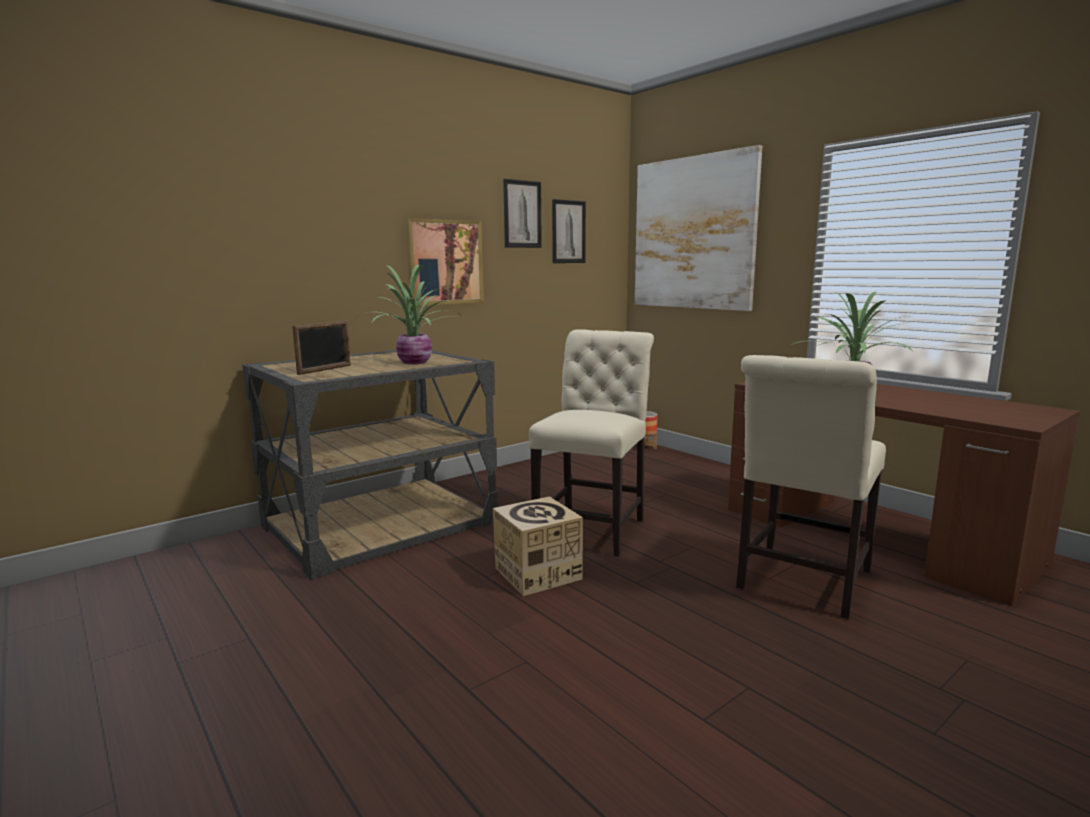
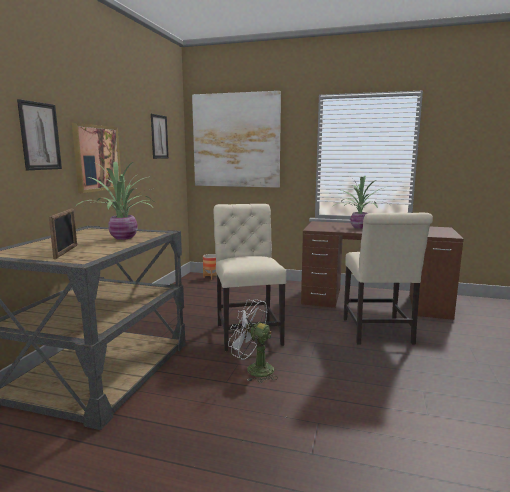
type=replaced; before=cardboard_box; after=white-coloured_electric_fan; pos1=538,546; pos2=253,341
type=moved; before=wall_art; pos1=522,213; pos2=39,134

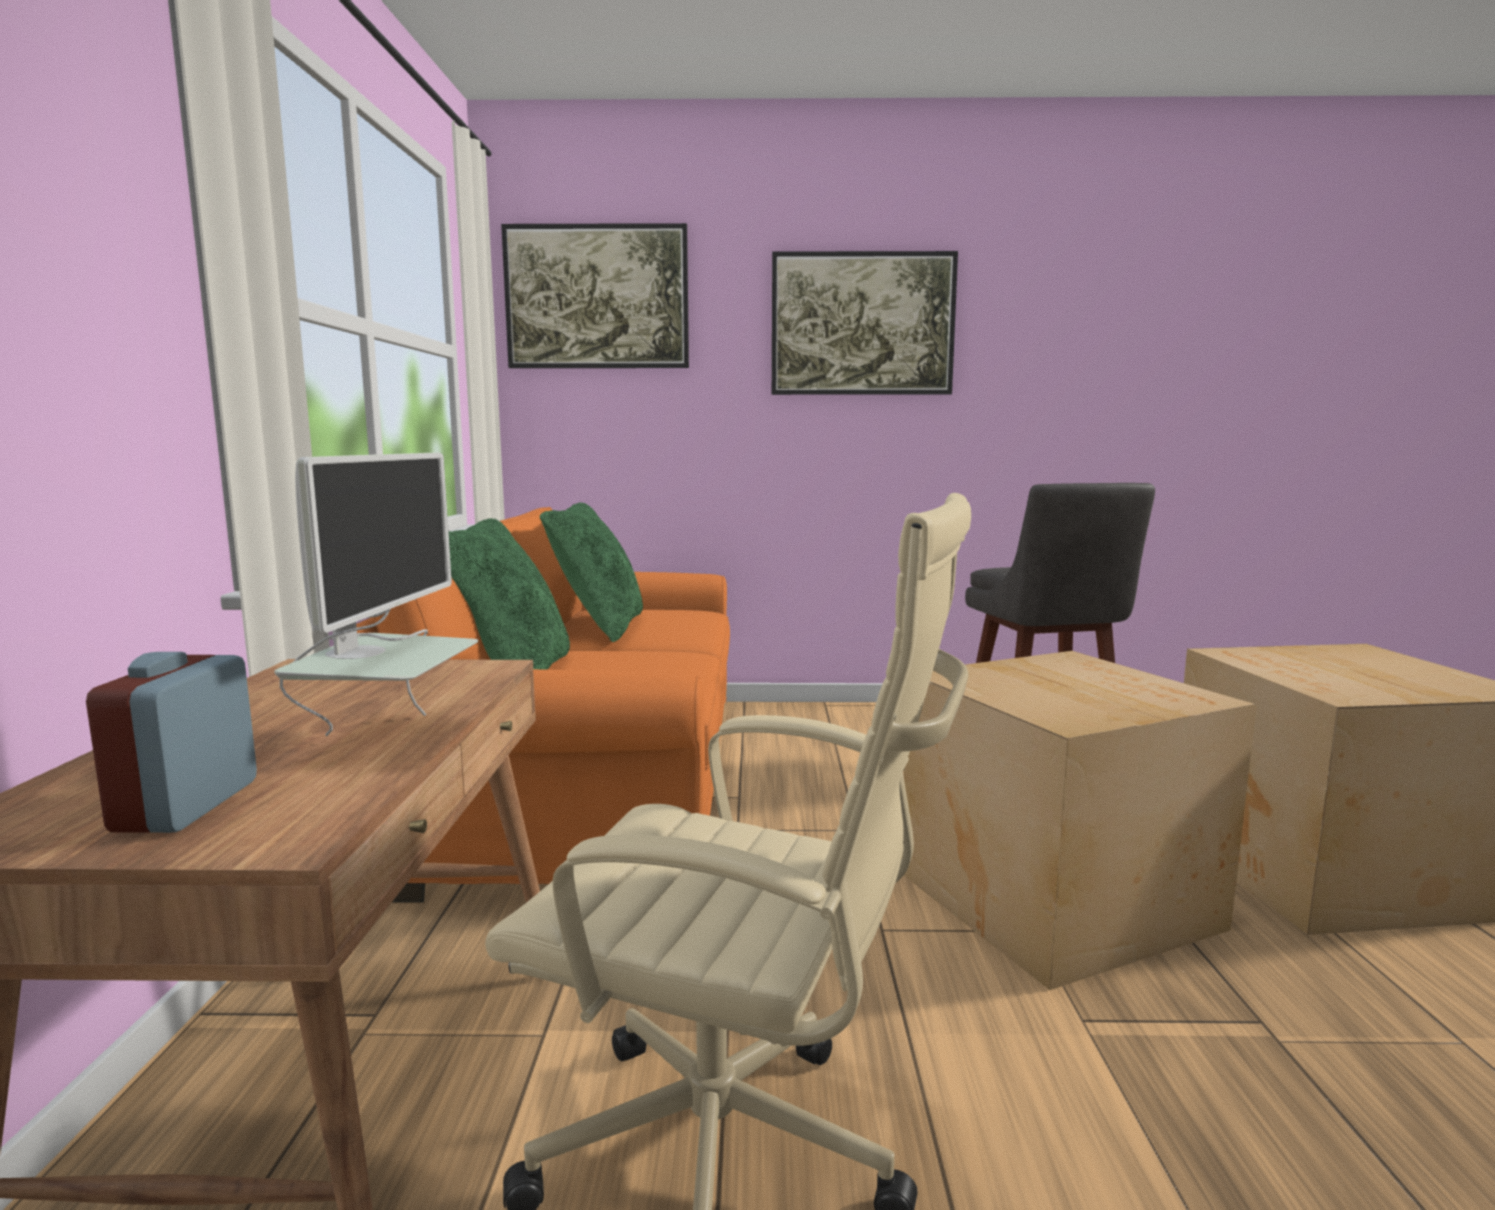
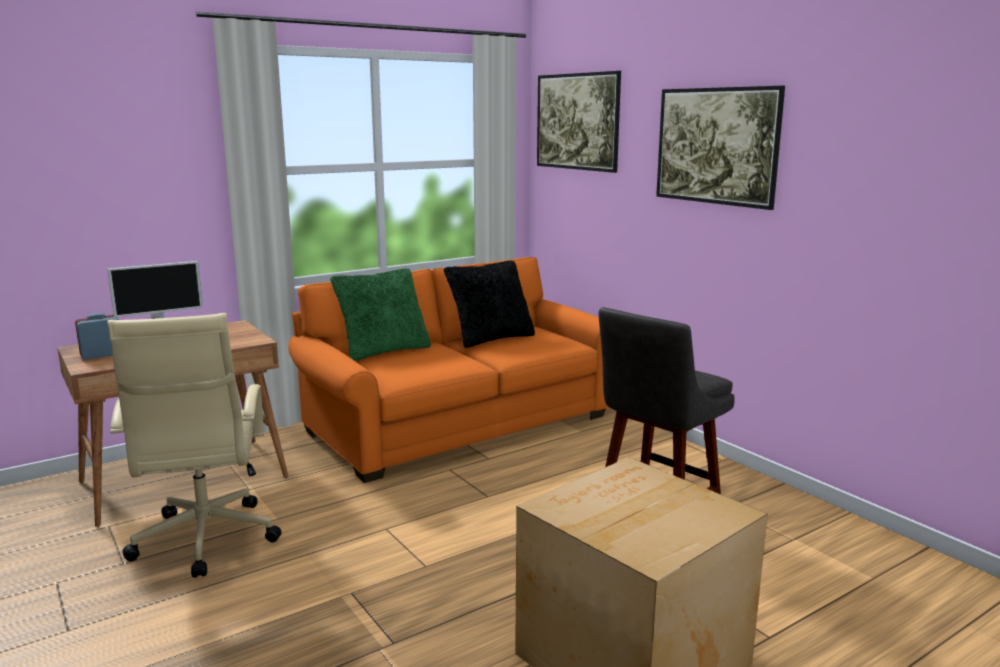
type=recoloured; before=green_pillow; after=black-coloured_pillow; pos1=591,572; pos2=489,304
type=removed; before=cardboard_box; pos1=1079,820

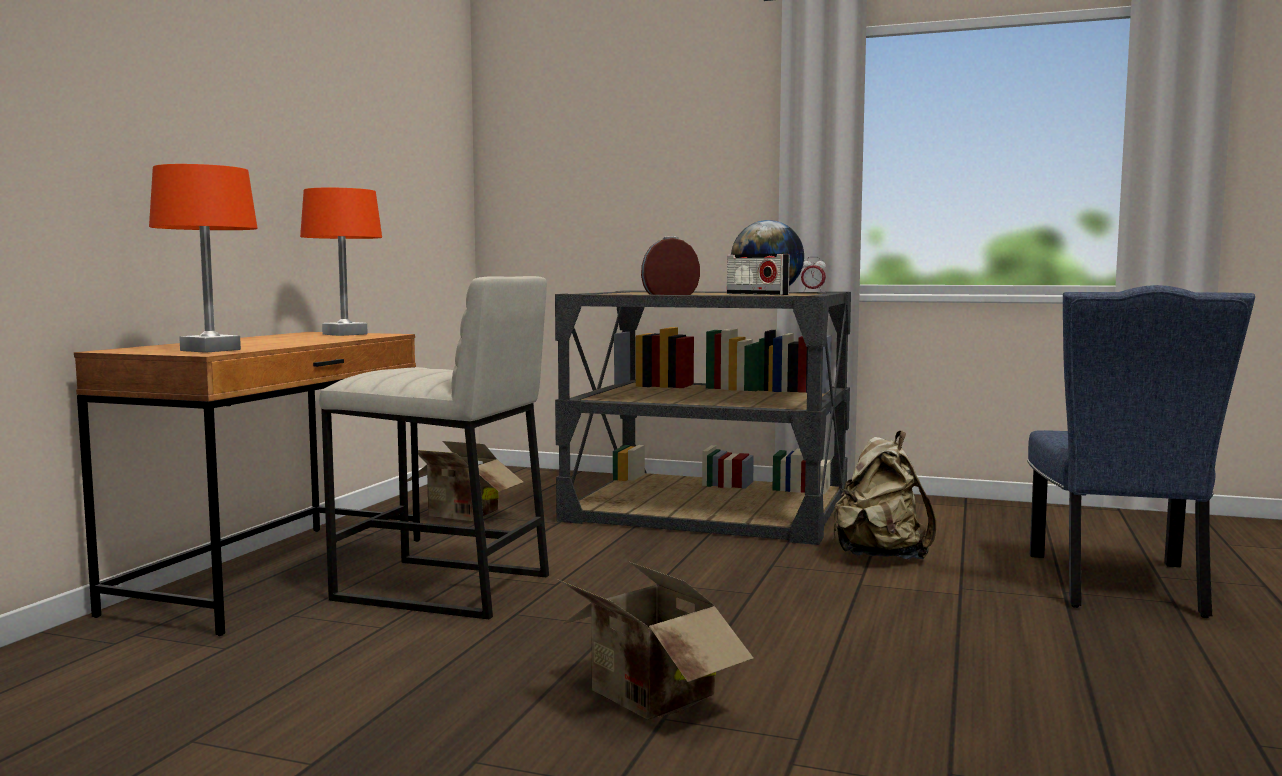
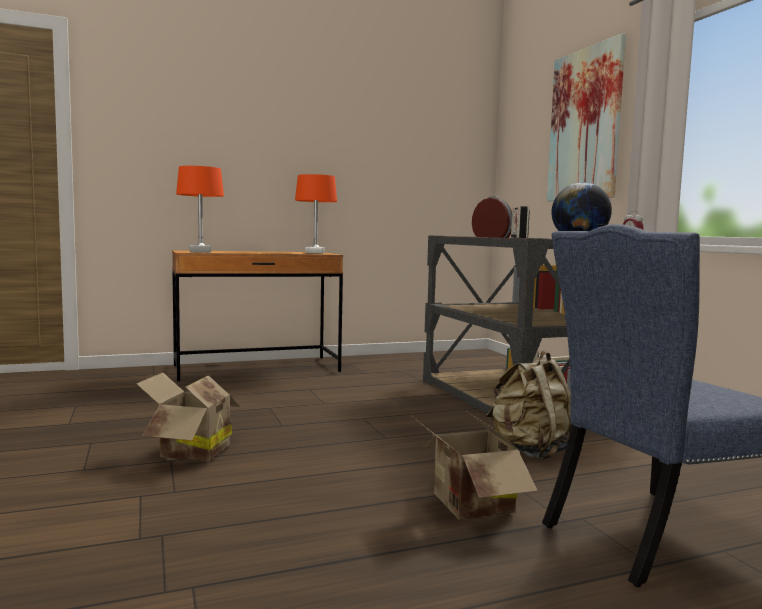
type=removed; before=sand-coloured_stool_seat; pos1=434,447
type=moved; before=cardboard_box; pos1=465,481; pos2=475,466
type=added; after=wall_art; pos2=586,117

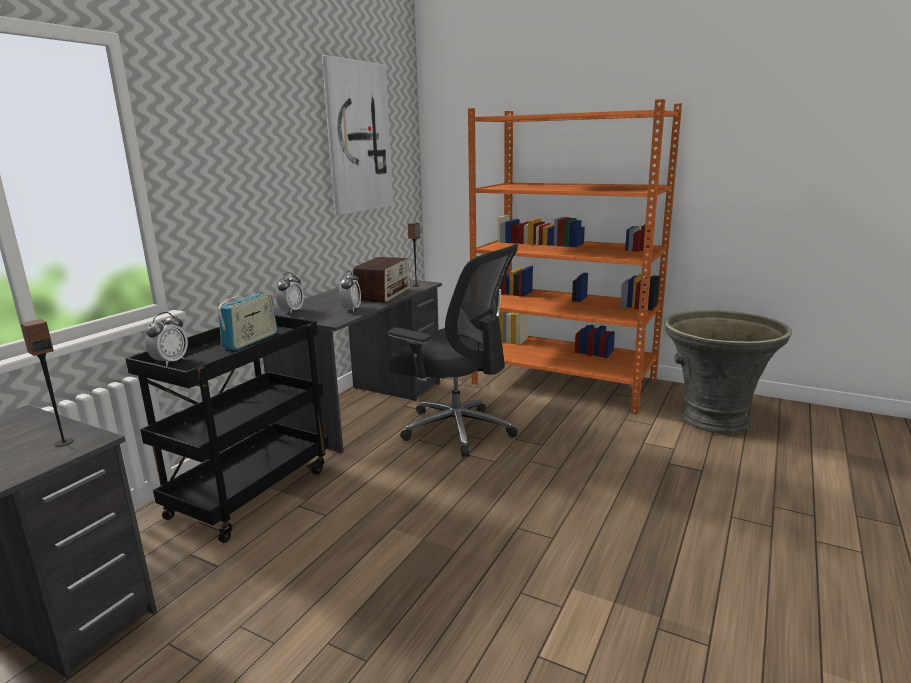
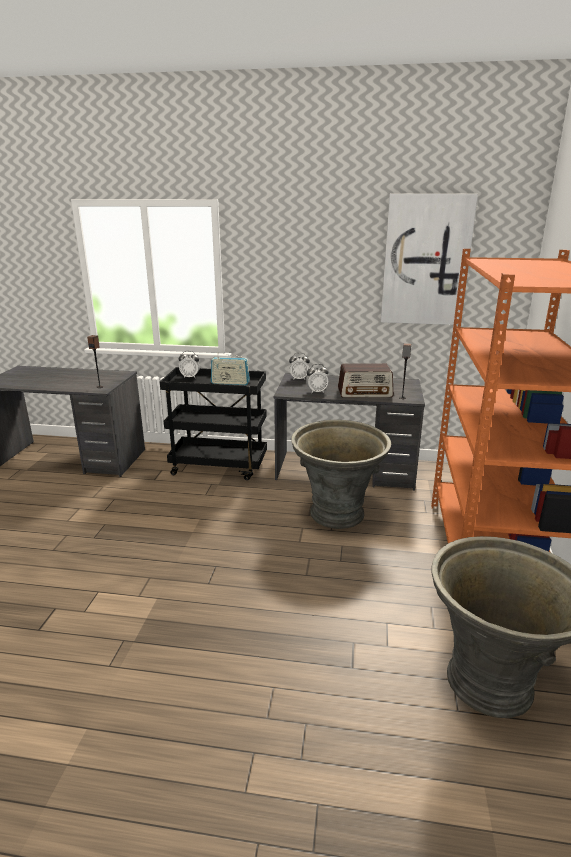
type=replaced; before=computer_chair; after=gray_planter; pos1=453,350; pos2=341,474

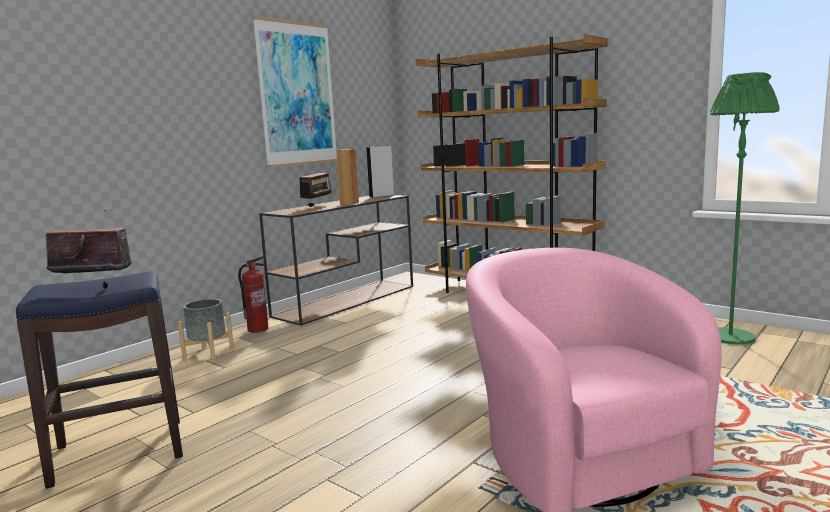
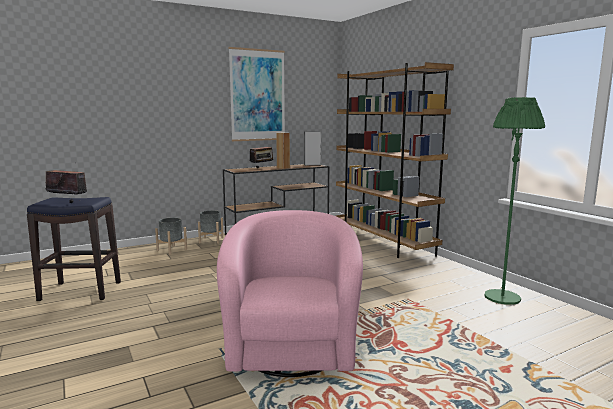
type=replaced; before=fire-fighting_cylinder; after=gray_planter; pos1=253,294; pos2=211,227

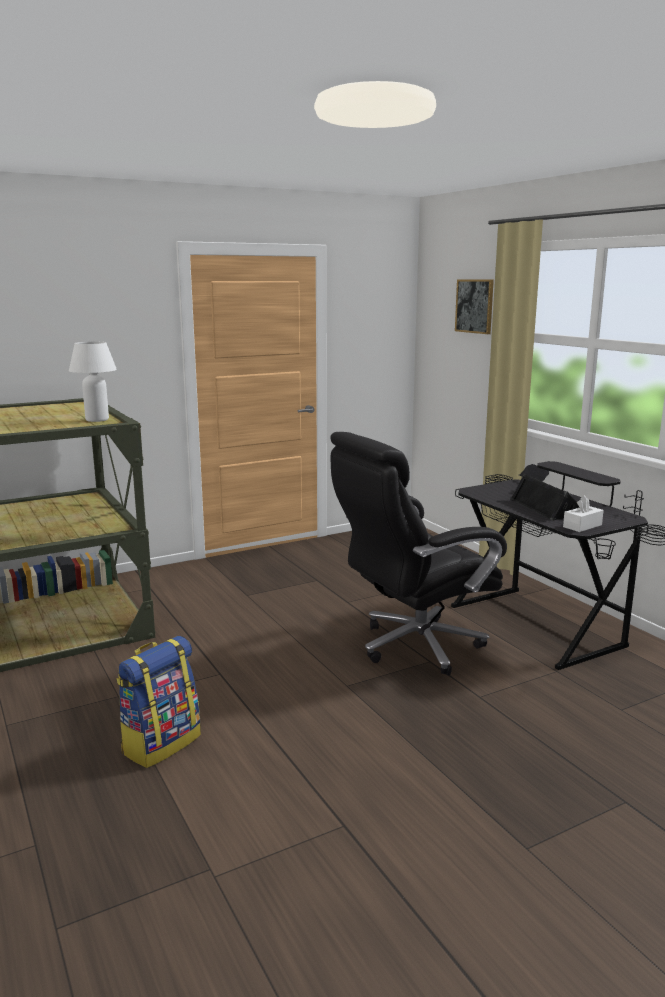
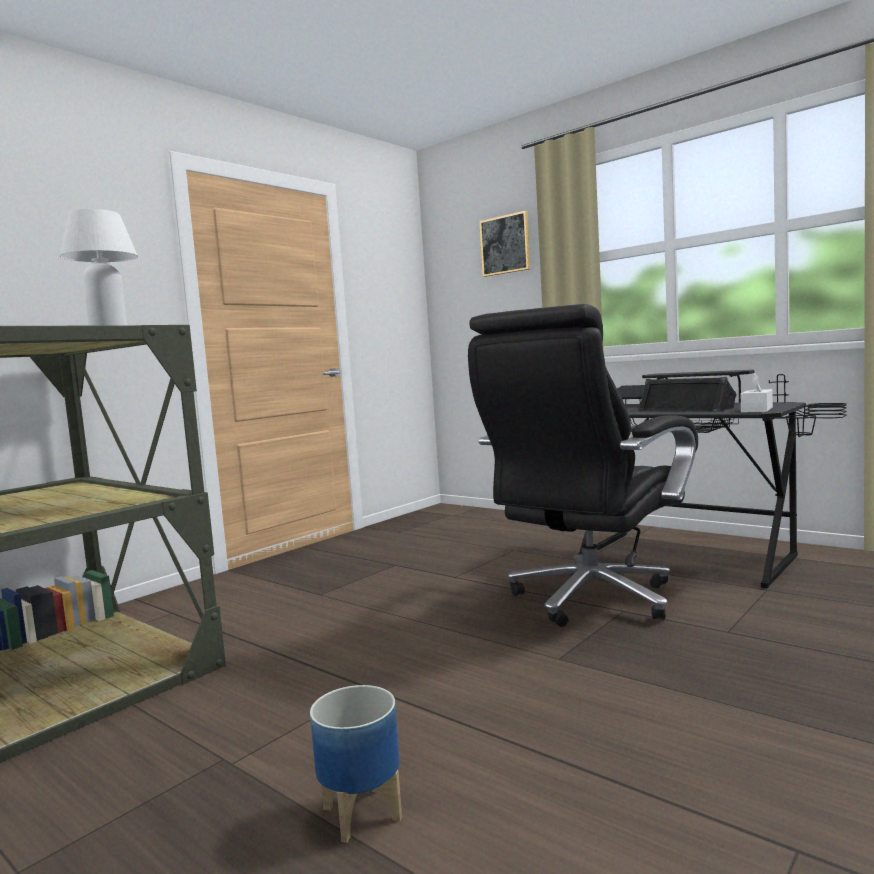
type=replaced; before=rucksack; after=planter; pos1=158,702; pos2=356,764

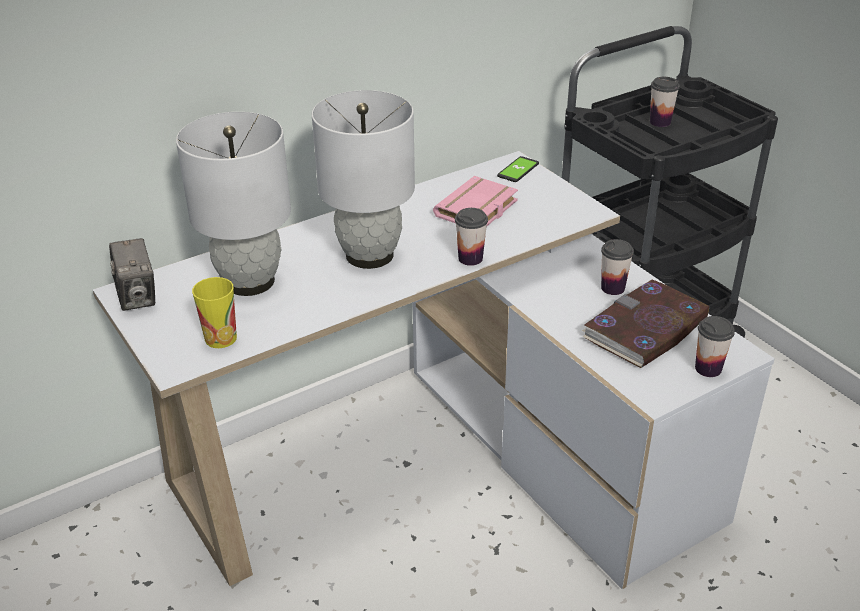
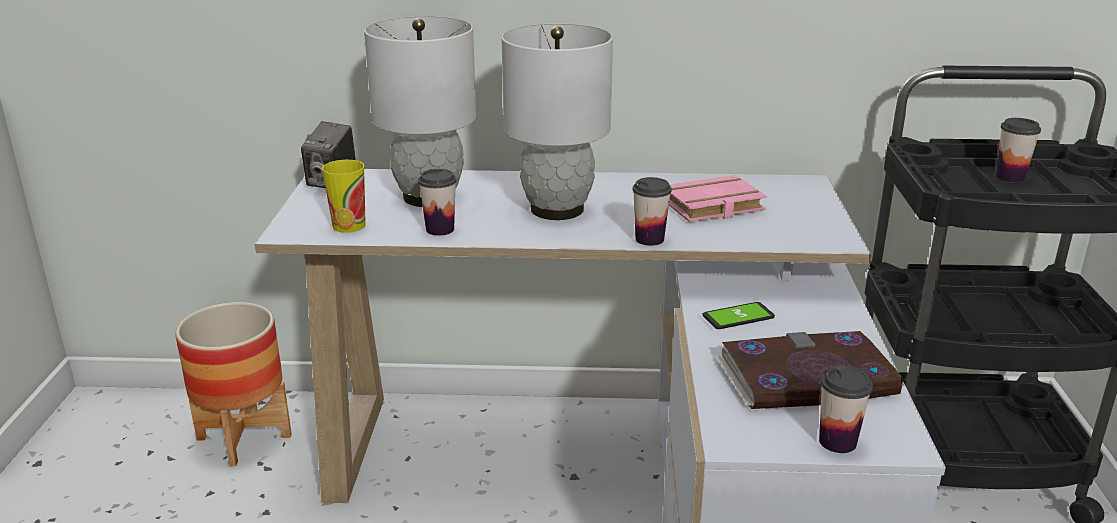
type=moved; before=phone; pos1=518,169; pos2=738,315
type=moved; before=small_cup; pos1=617,267; pos2=437,202
type=added; after=planter; pos2=233,384

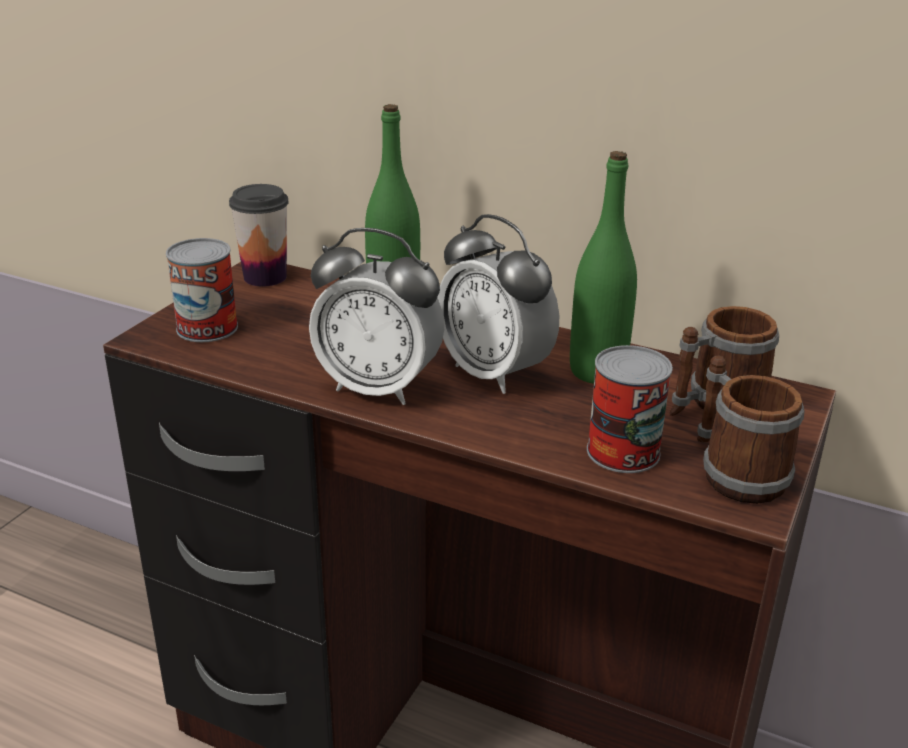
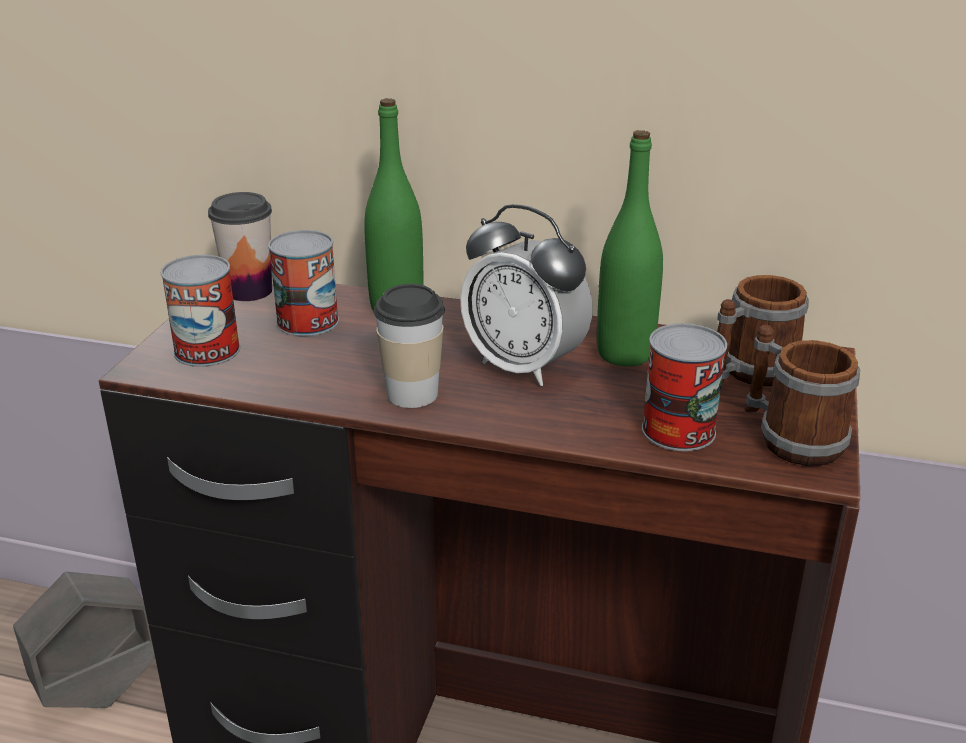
type=replaced; before=bedside_clock; after=small_cup; pos1=376,316; pos2=409,346
type=added; after=gray_planter; pos2=84,640
type=added; after=metal_can; pos2=303,283

